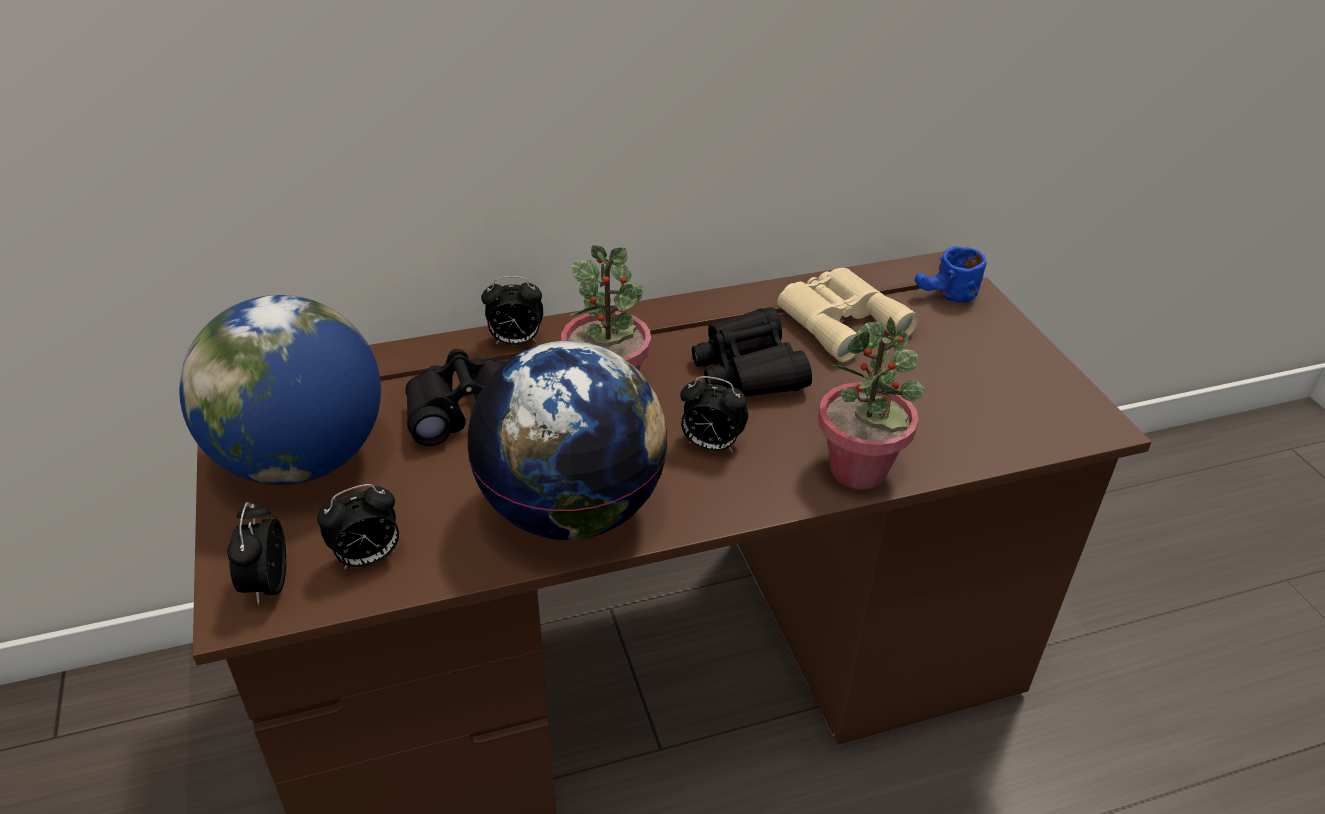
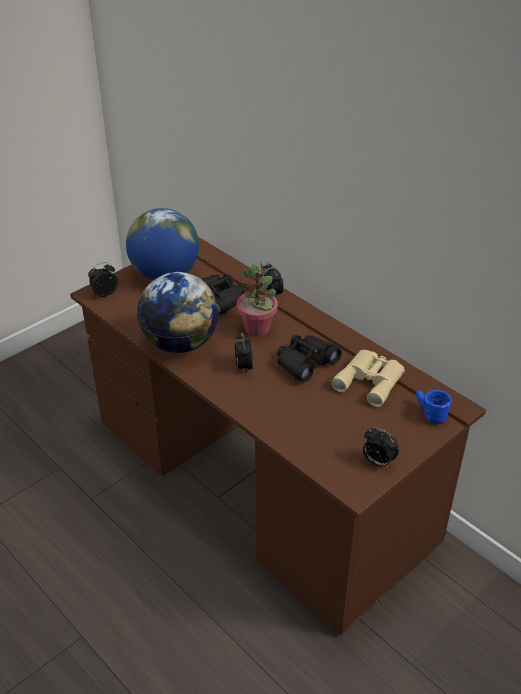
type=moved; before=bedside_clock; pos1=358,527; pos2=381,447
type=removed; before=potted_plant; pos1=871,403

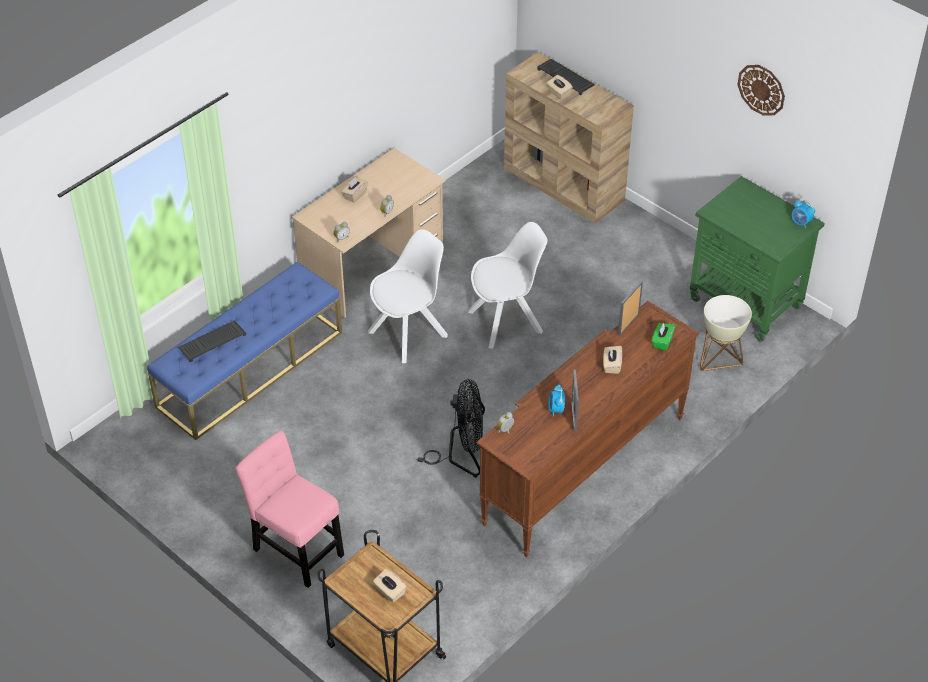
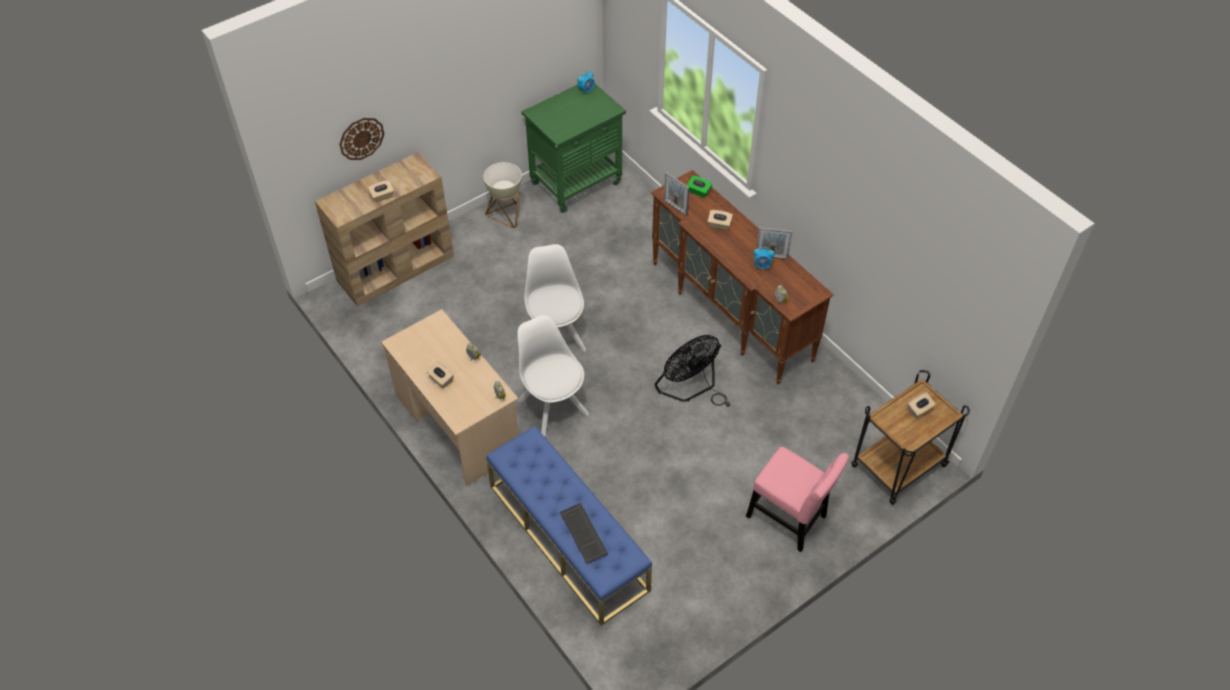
type=turned; before=pinkish_upright_chair; pos1=289,509; pos2=797,499; turn=-105
type=turned; before=black-coloured_electric_fan; pos1=450,428; pos2=692,371; turn=-45
type=removed; before=PC_keyboard; pos1=566,77
type=moved; before=planter; pos1=726,333; pos2=502,195
type=moved; before=wall_clock; pos1=761,90; pos2=361,139

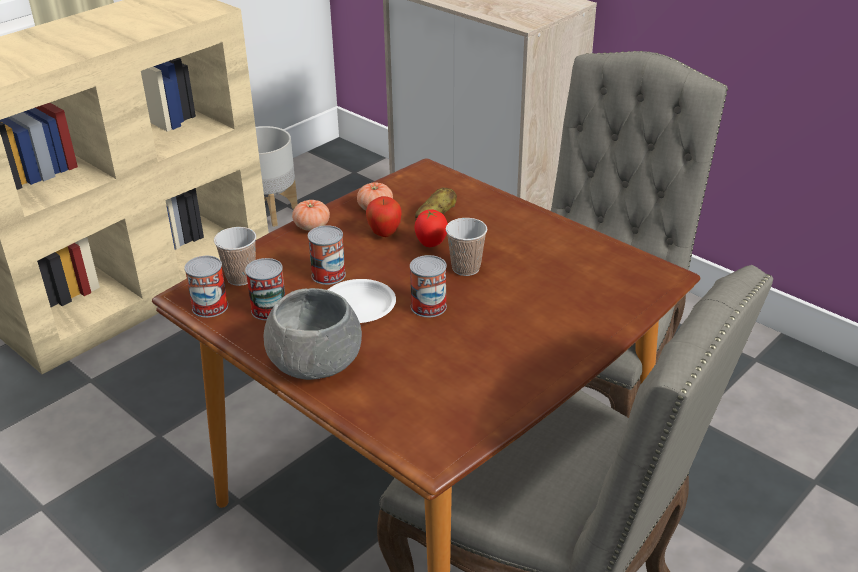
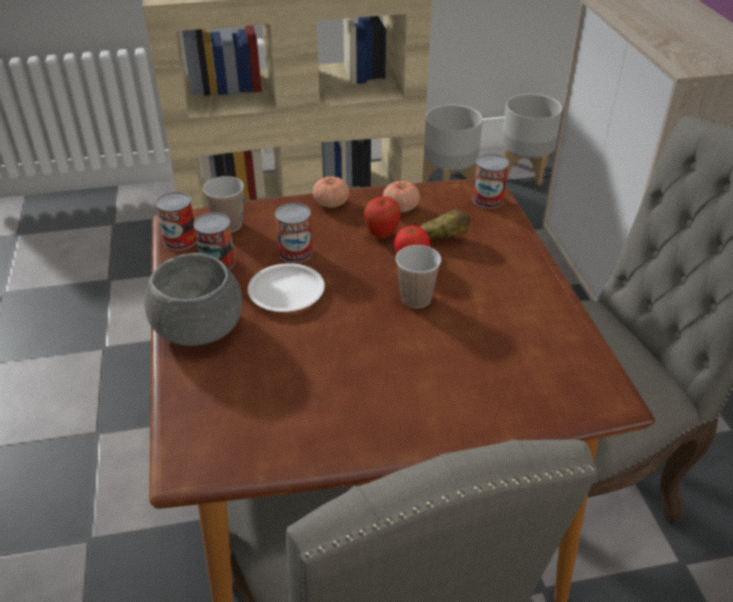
type=moved; before=metal_can; pos1=428,286; pos2=490,181
type=added; after=gray_planter; pos2=532,139

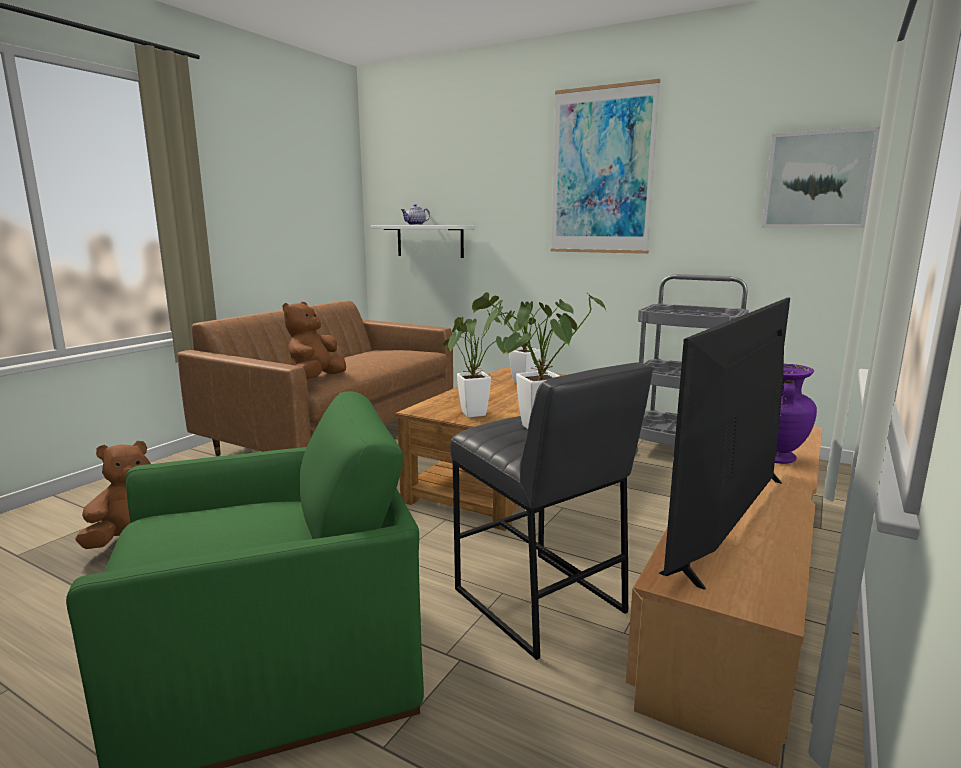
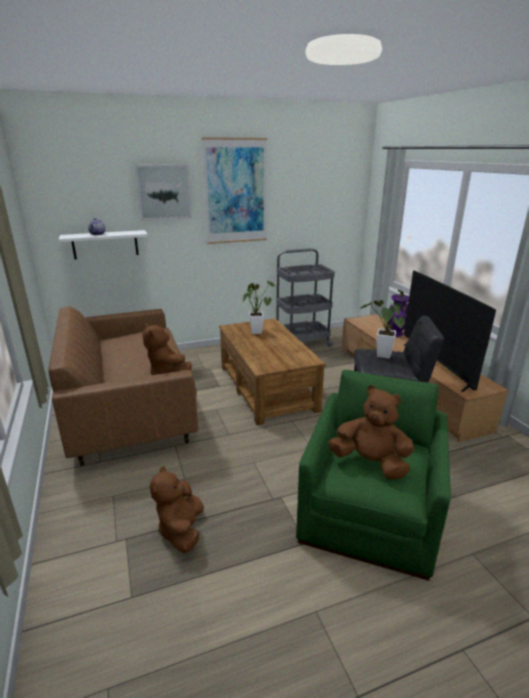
type=removed; before=potted_plant; pos1=475,363
type=moved; before=wall_art; pos1=821,177; pos2=163,192
type=added; after=brownish_plush_toy; pos2=371,432

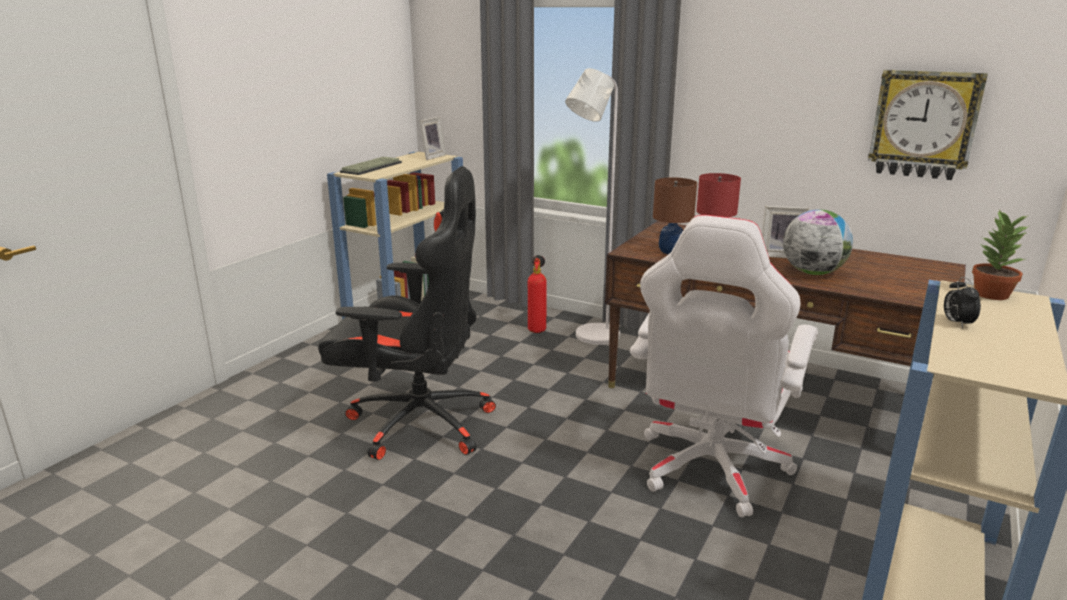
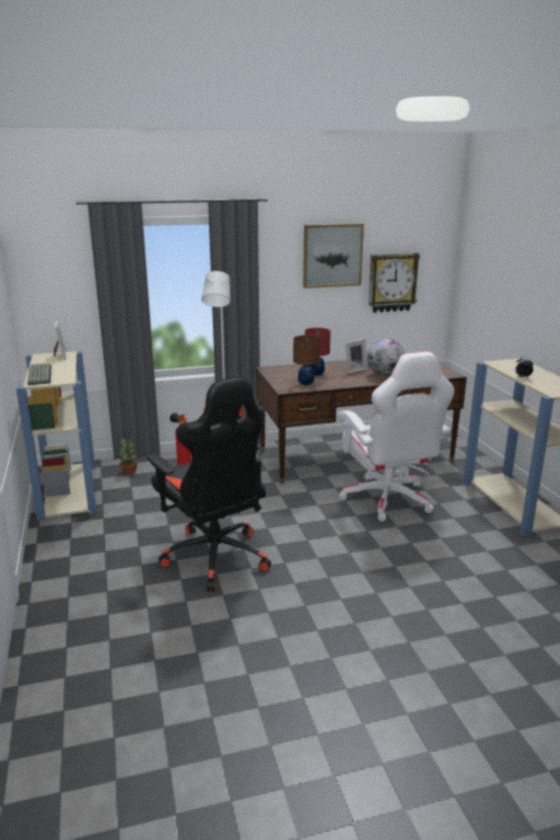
type=turned; before=black-coloured_computer_chair; pos1=407,313; pos2=209,483; turn=90
type=moved; before=potted_plant; pos1=1000,255; pos2=129,456
type=added; after=wall_art; pos2=333,255

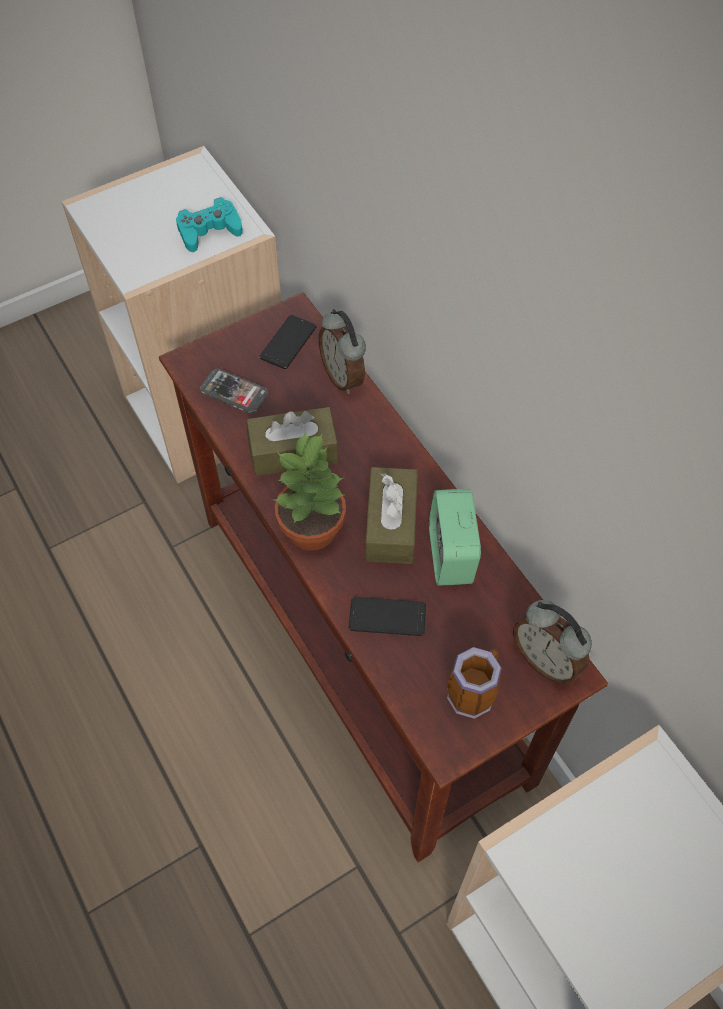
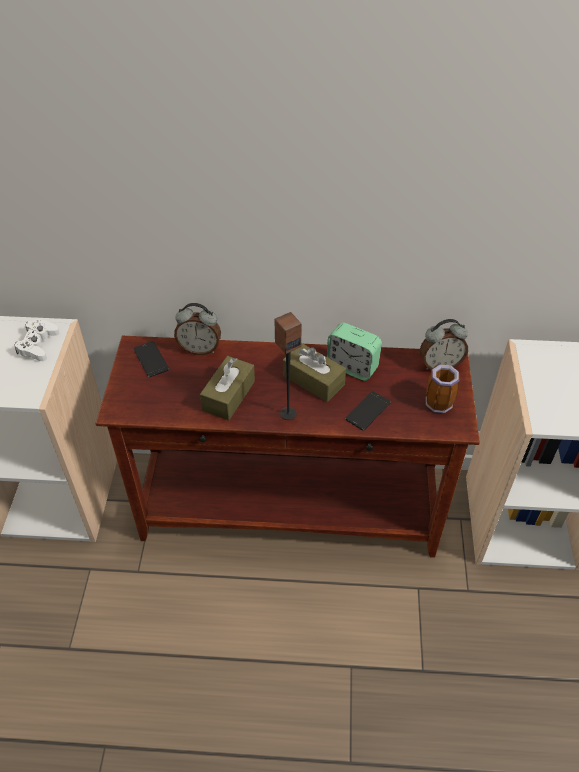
type=recoloured; before=blue-green_gamepad; after=white-coloured_gamepad; pos1=209,224; pos2=37,340
type=removed; before=phone; pos1=234,391
type=replaced; before=potted_plant; after=audio_speaker; pos1=310,491; pos2=288,366

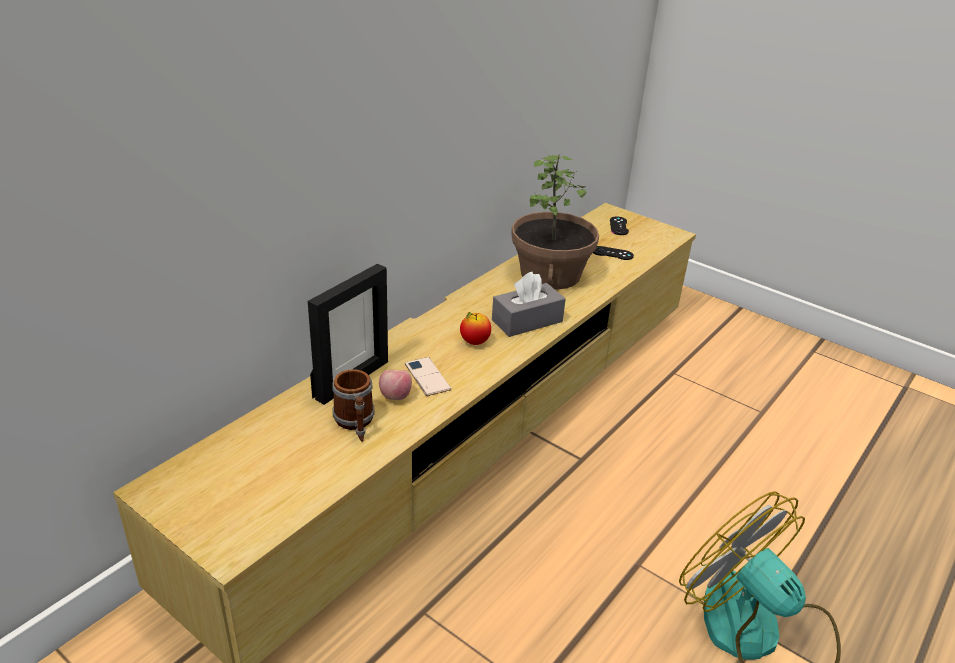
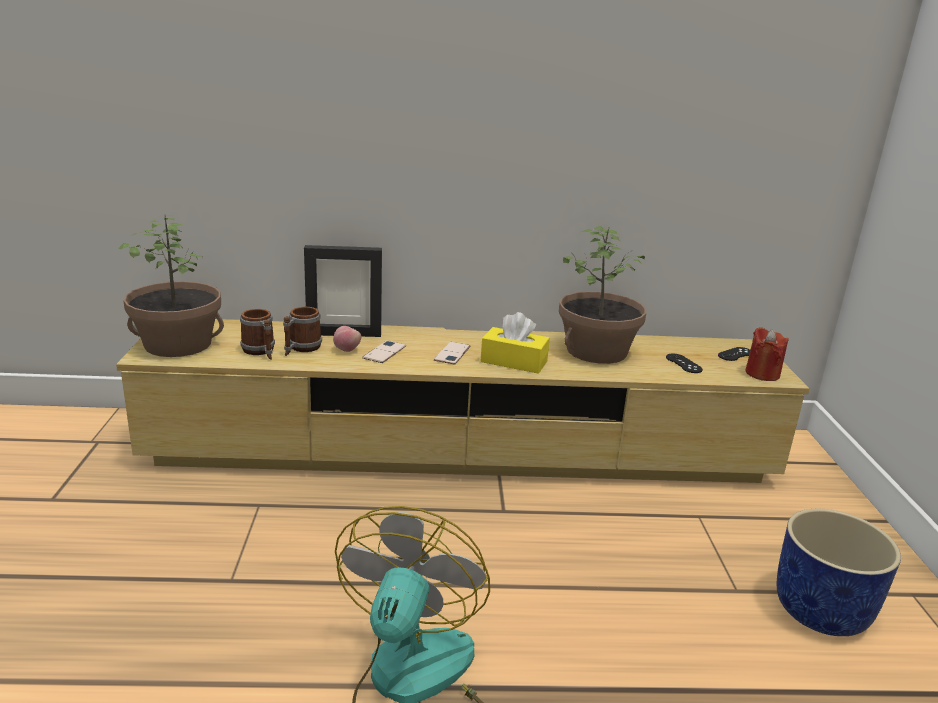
type=replaced; before=apple_fruit; after=phone; pos1=475,328; pos2=452,353
type=recoloured; before=gray_tissue_holder; after=yellowish_tissue_holder; pos1=529,304; pos2=515,343
type=added; after=potted_plant; pos2=171,286
type=added; after=coffee_mug; pos2=257,334
type=added; after=reddish_candle; pos2=767,354
type=added; after=blue-coloured_planter; pos2=839,572

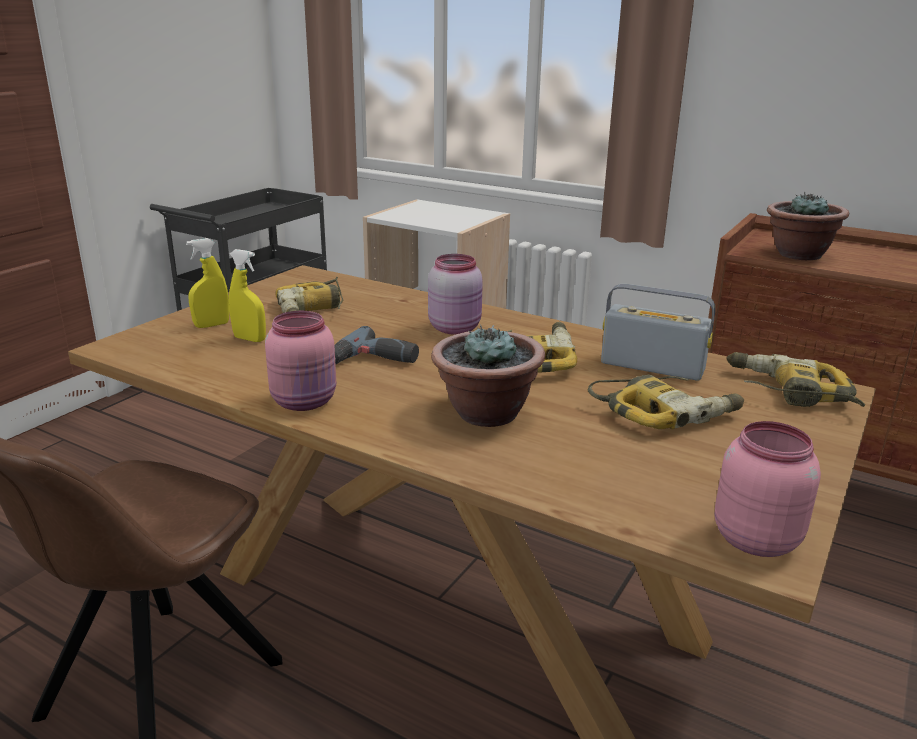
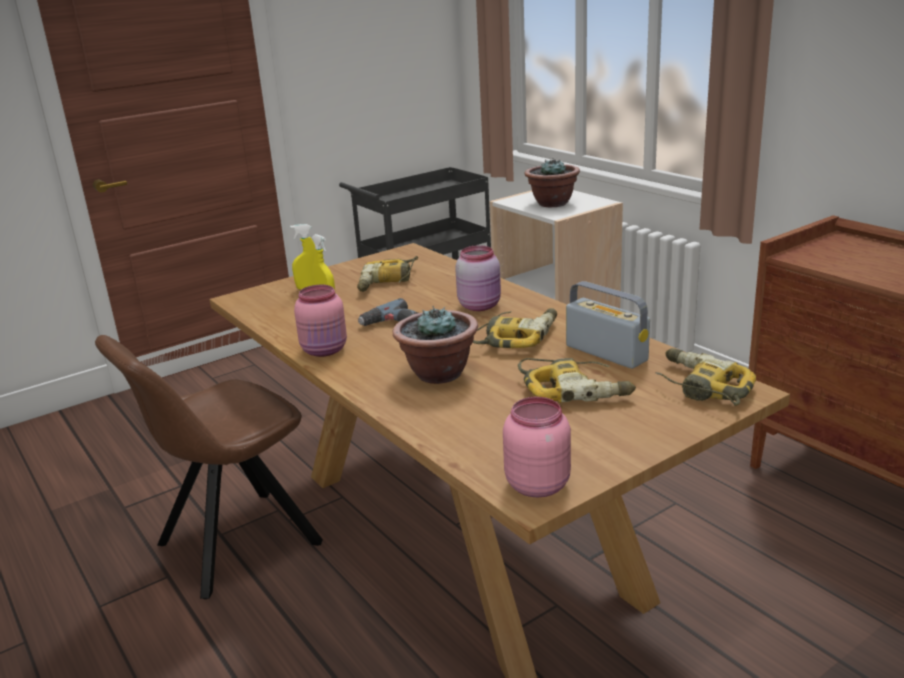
type=moved; before=potted_plant; pos1=808,226; pos2=552,182

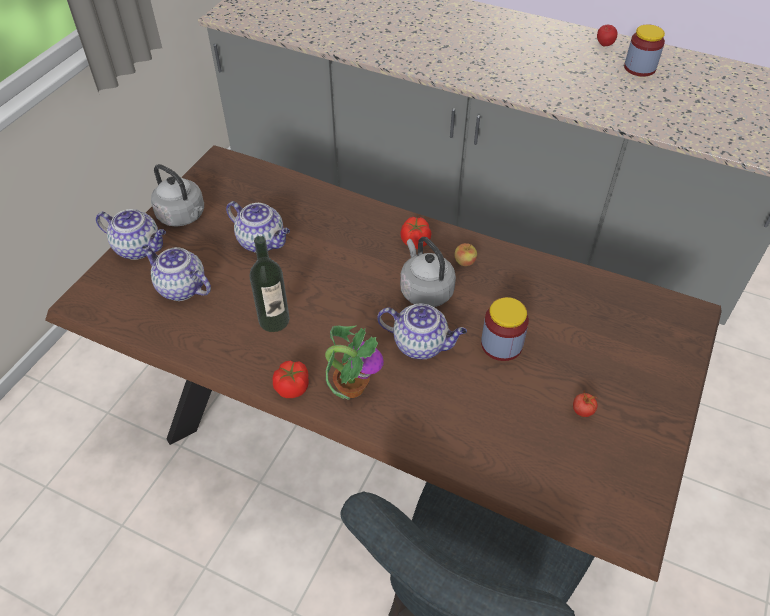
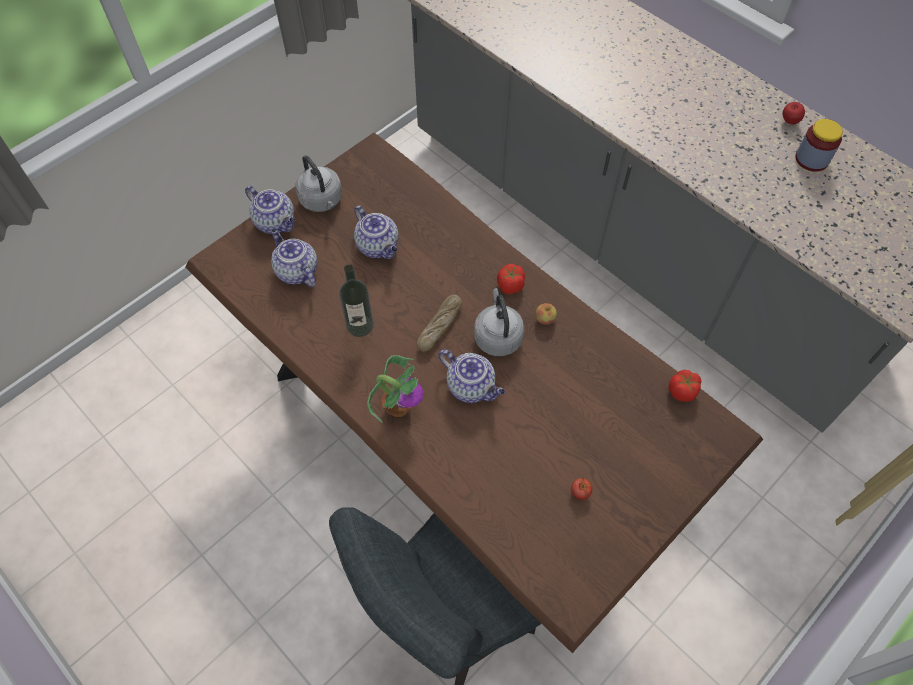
type=moved; before=whole_tomato; pos1=291,379; pos2=684,386
type=removed; before=jar; pos1=505,329
type=added; after=bakery_bread; pos2=439,323

